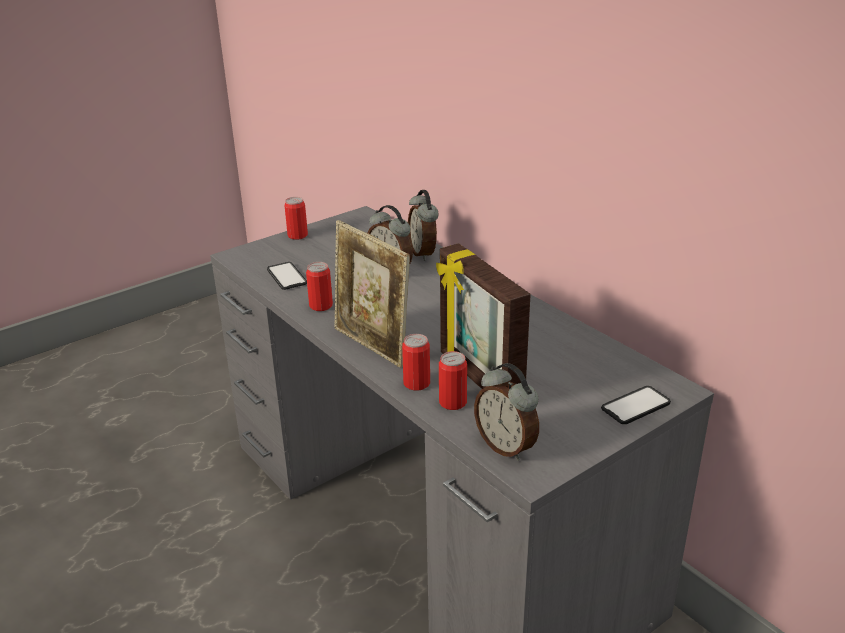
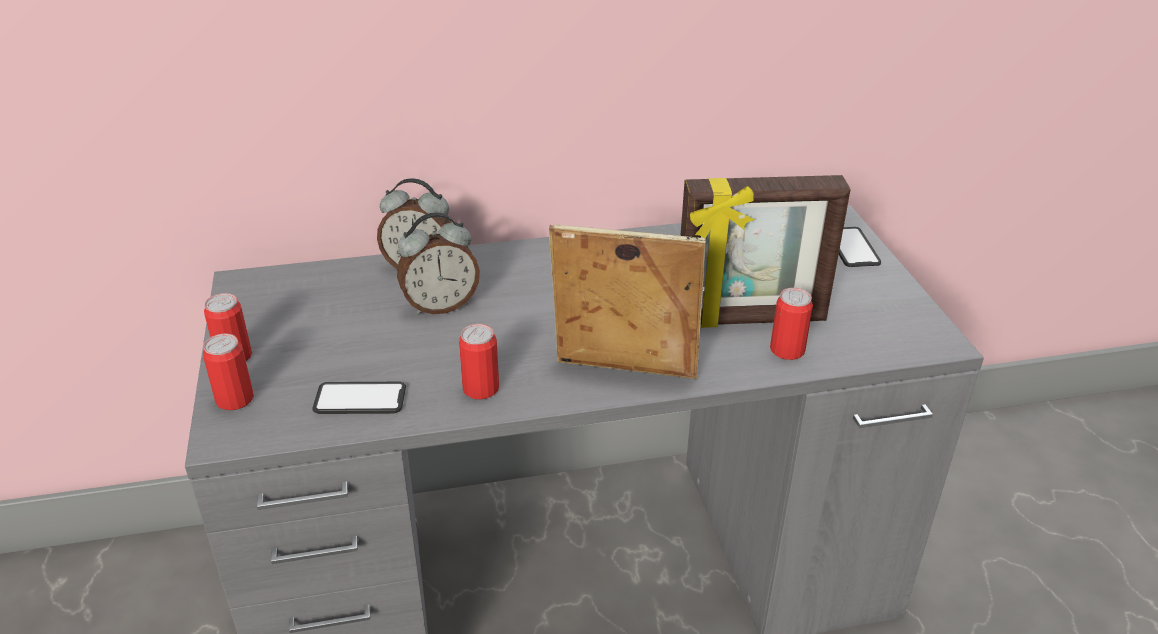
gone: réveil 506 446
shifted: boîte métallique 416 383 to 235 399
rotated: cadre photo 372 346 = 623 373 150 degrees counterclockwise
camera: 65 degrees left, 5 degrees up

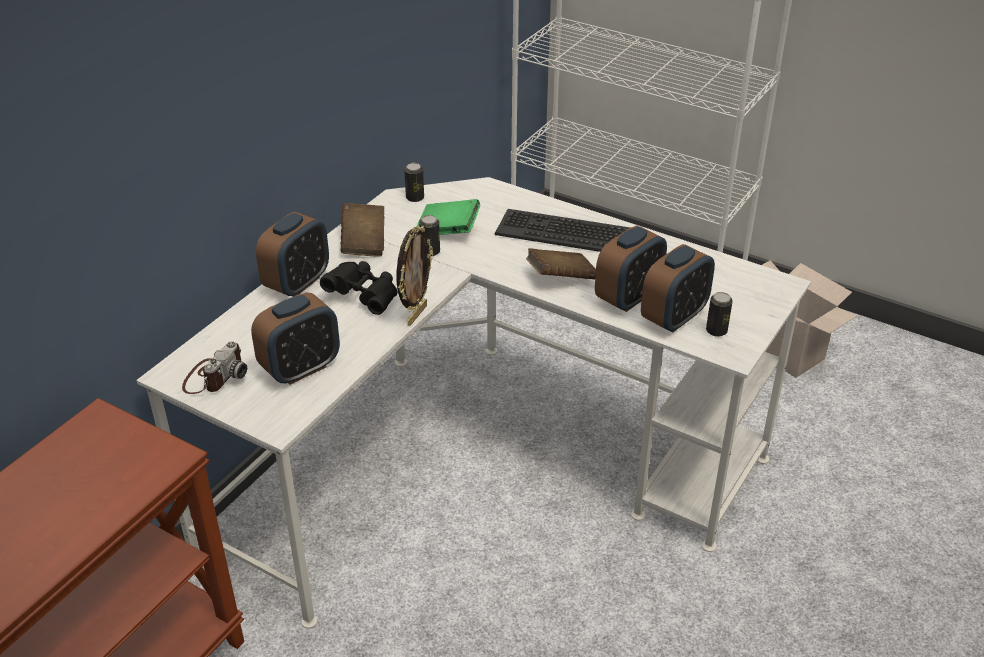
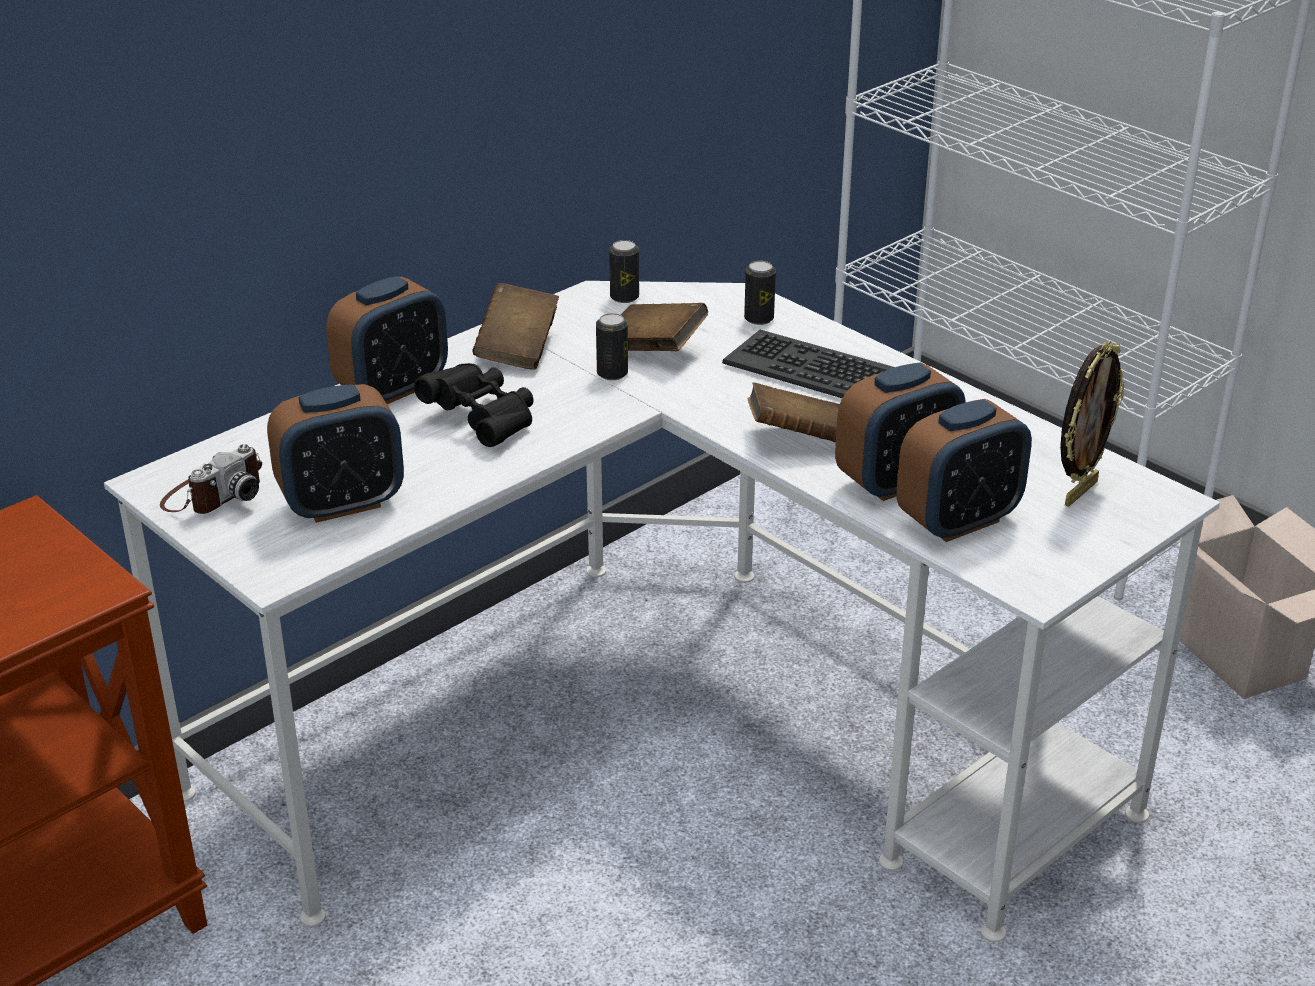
shifted: cadre photo 416 314 to 1079 492; boîte métallique 716 331 to 759 319
repainted: livre (vert) 448 231 to livre (marron) 654 349
camera: 15 degrees right, 5 degrees down

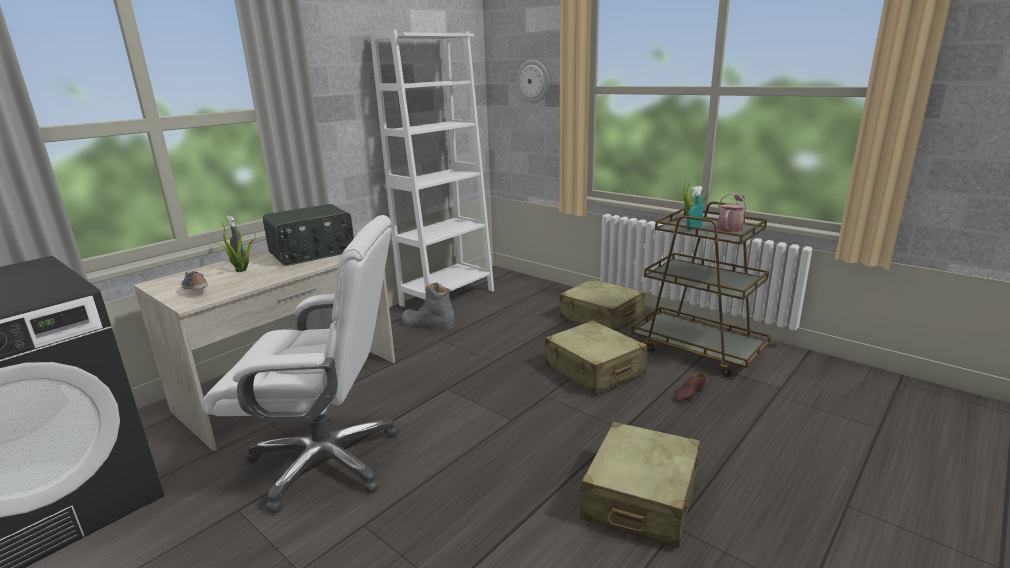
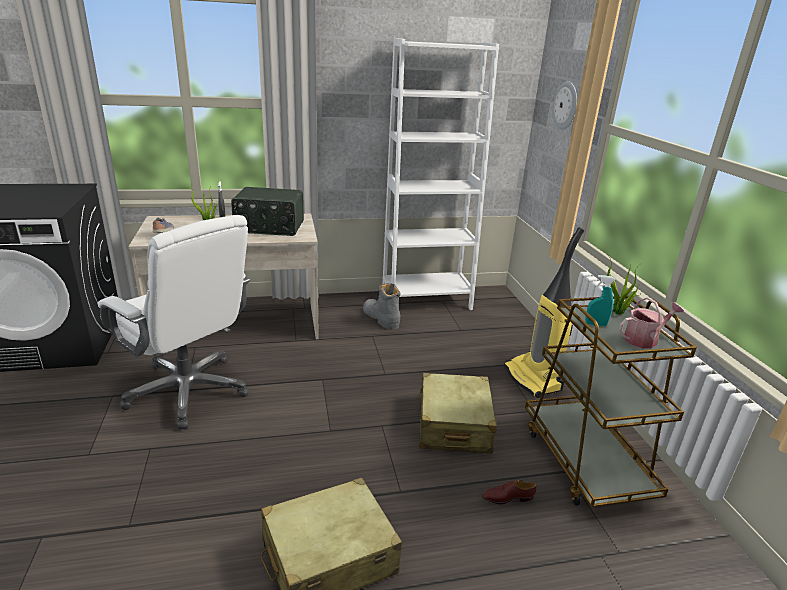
swapped: valise (beige) 601 317 to aspirateur 533 379
camera: 35 degrees right, 5 degrees up

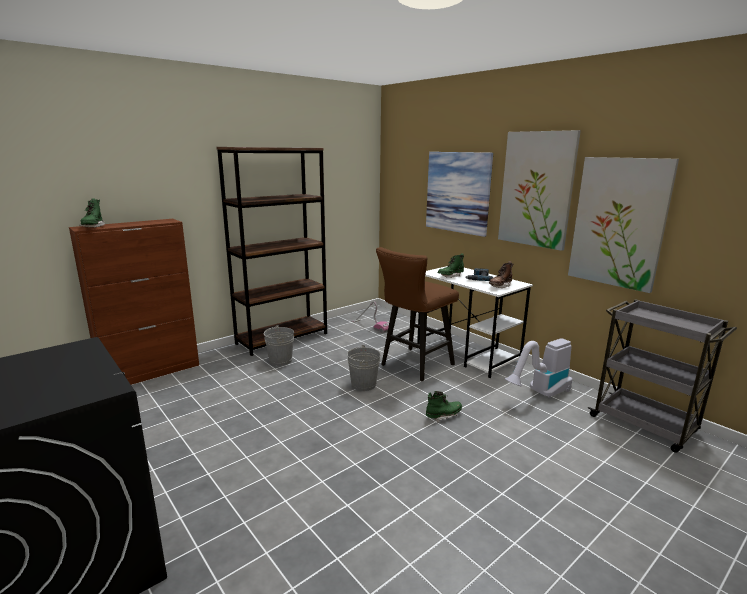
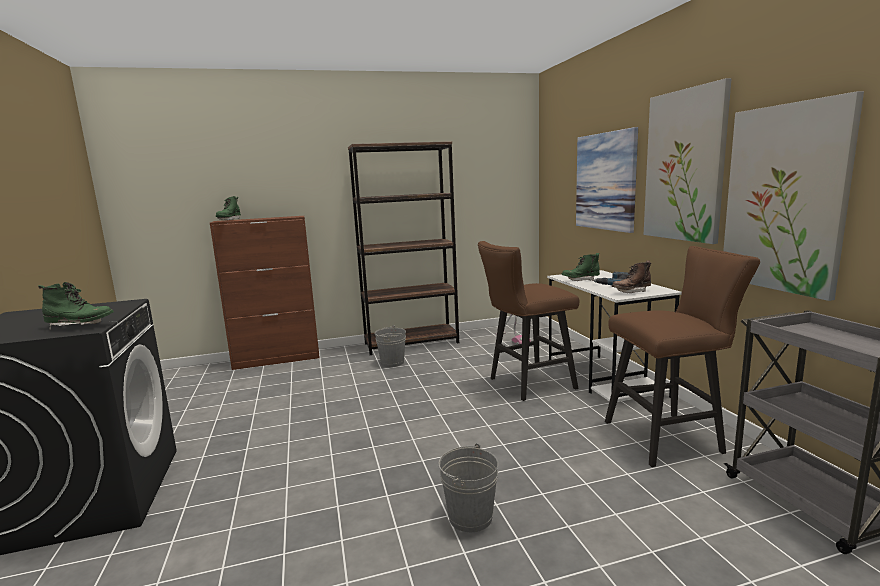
shifted: seau (gris) 363 384 to 470 516; botte (vert) 443 416 to 80 326
swapped: aspirateur 540 393 to tabouret (marron) 669 437
camera: 25 degrees right, 5 degrees down

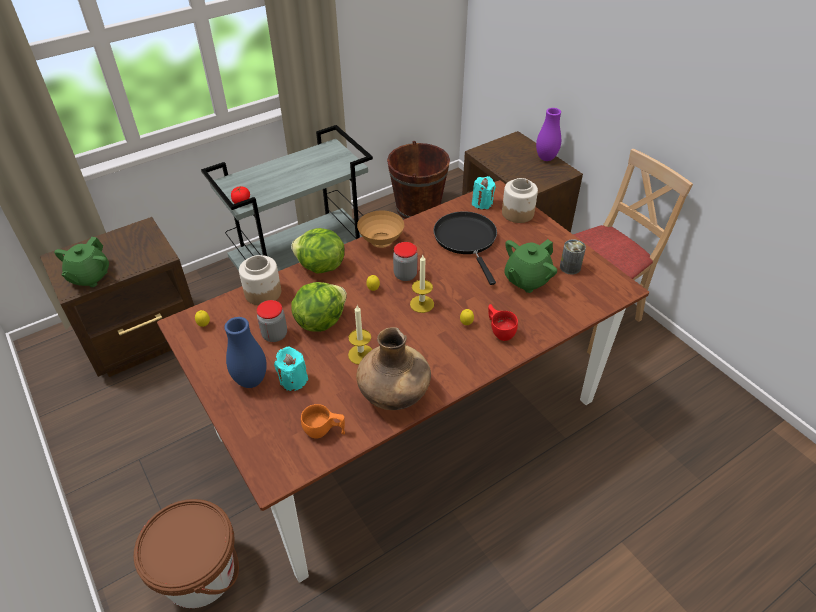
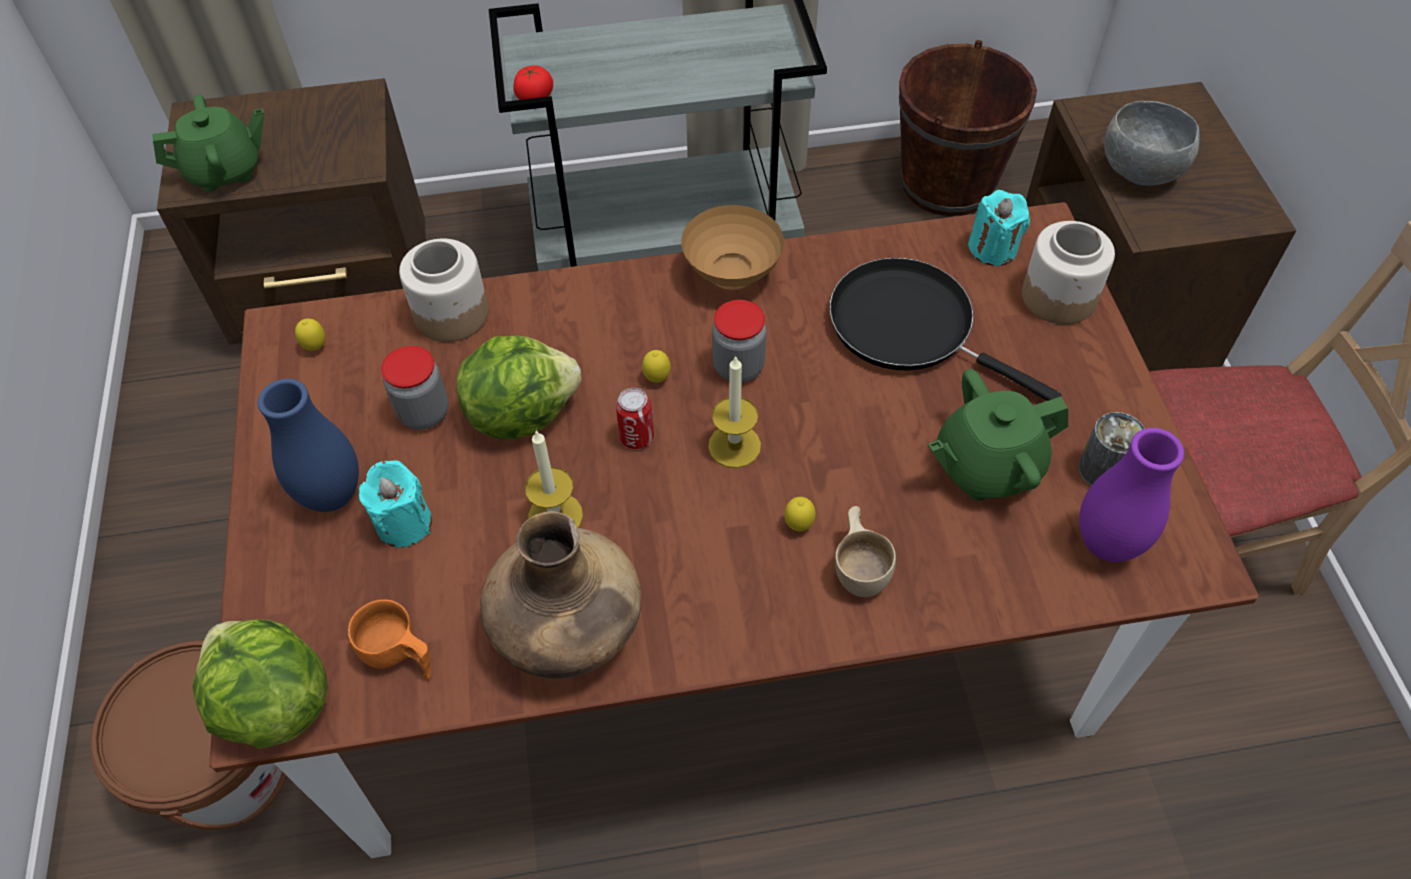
new: boîte métallique 636 437; bol (gris) 1140 173
shifted: laitue 320 267 to 274 704; vase (violet) 546 158 to 1107 544
repainted: tasse (rouge) 500 330 to tasse (beige) 860 567
rotated: théière (vert) 89 277 = 225 171 150 degrees counterclockwise; poêle (noir) 466 240 = 910 327 60 degrees counterclockwise
camera: 25 degrees right, 10 degrees up

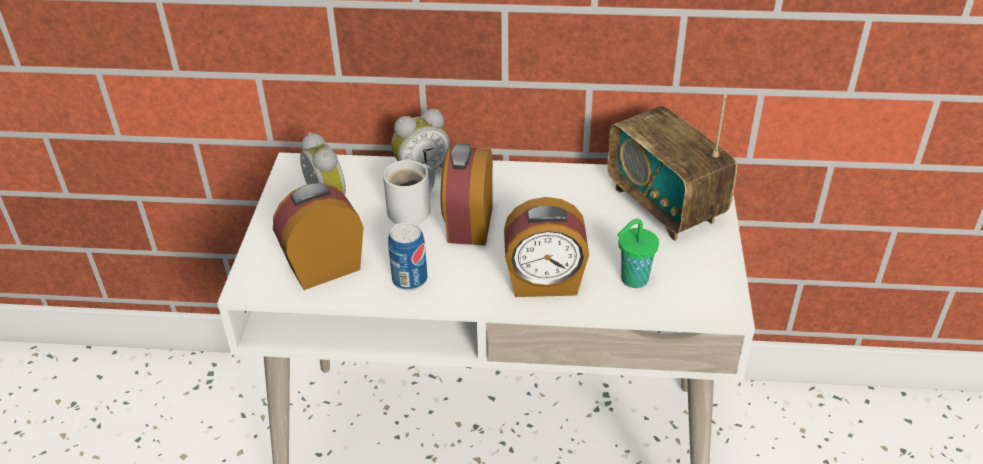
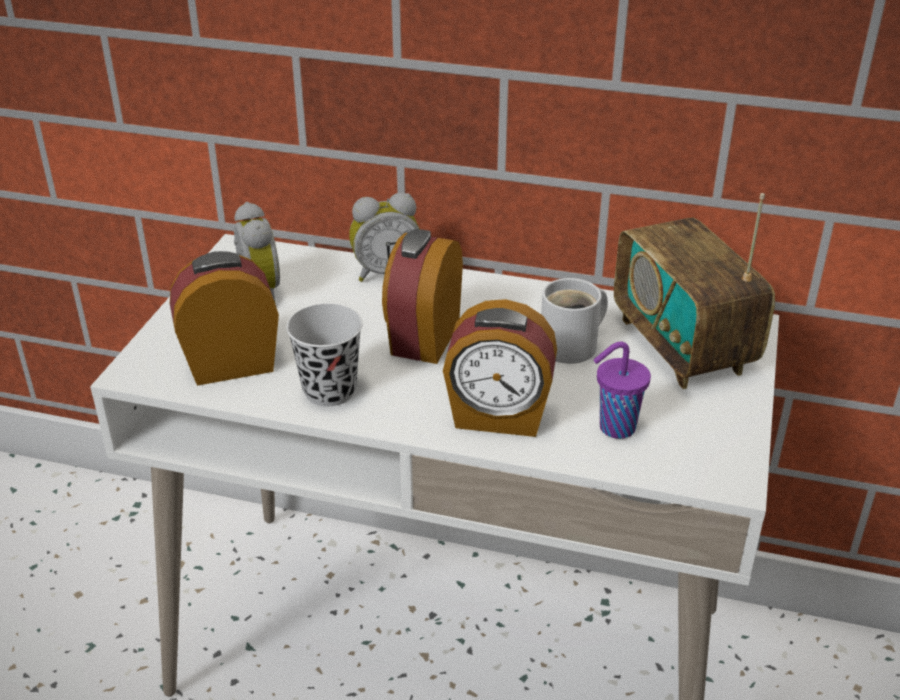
shifted: mug (blanc) 413 210 to 573 345
swapped: boîte métallique 409 280 to tasse (noir) 329 391
repainted: tasse (vert) 632 280 to tasse (violet) 614 428
camera: 10 degrees right, 5 degrees down

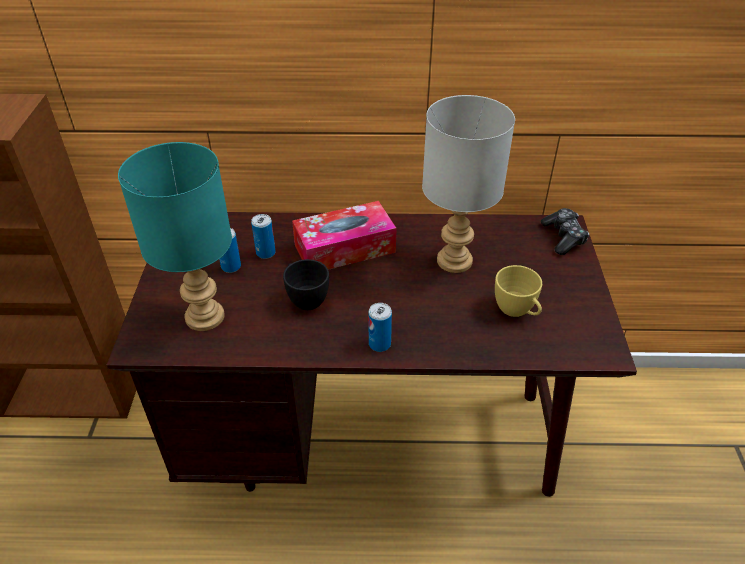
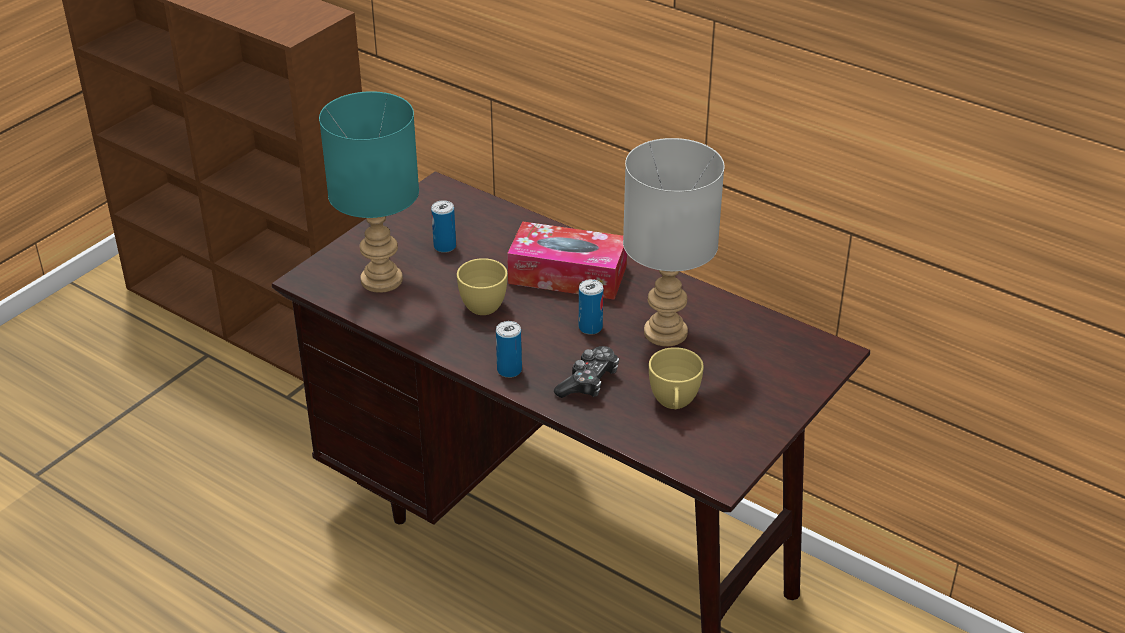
shifted: boîte métallique 265 253 to 590 327; manette 563 237 to 588 382
repainted: tasse (noir) 305 298 to tasse (jaune) 483 303
camera: 35 degrees right, 5 degrees down

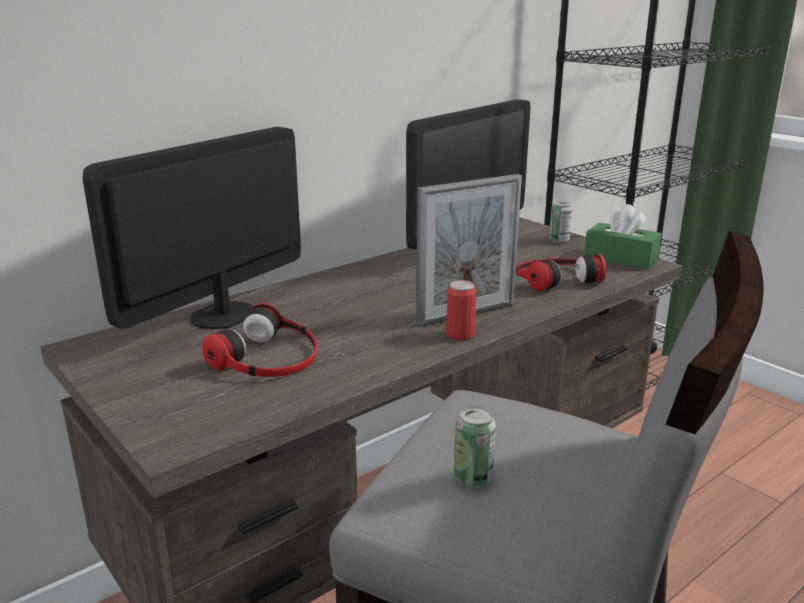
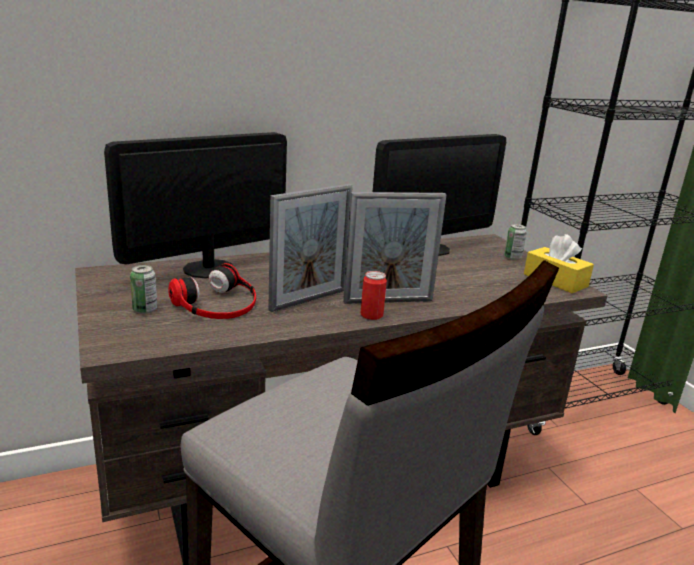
gone: casque audio 555 278
new: cadre photo 308 300
shifted: boîte métallique 473 478 to 145 310
repainted: boîte à mouchoirs (vert) 620 258 to boîte à mouchoirs (jaune) 555 280
camera: 15 degrees right, 0 degrees up

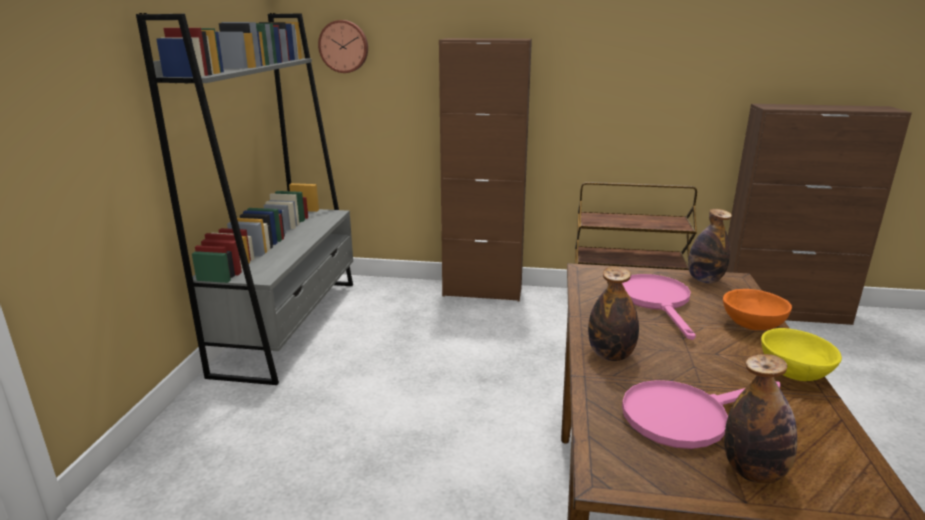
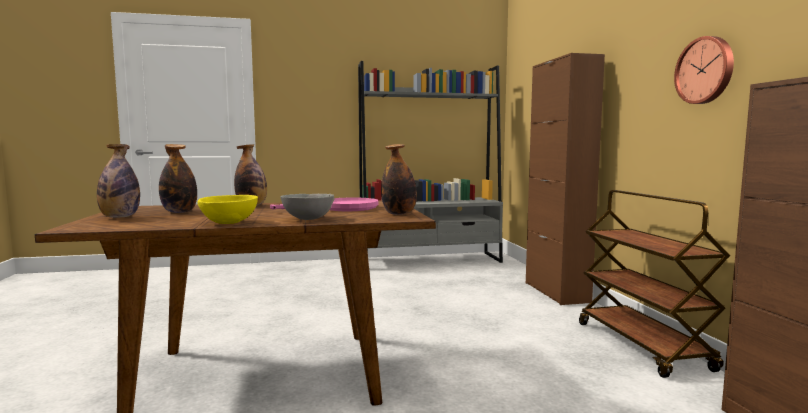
shifted: horloge murale 344 46 to 705 70
swapped: poêle (rose) 685 416 to bouteille 179 212
repainted: bol (orange) 751 326 to bol (gris) 307 219
camera: 70 degrees right, 15 degrees down

